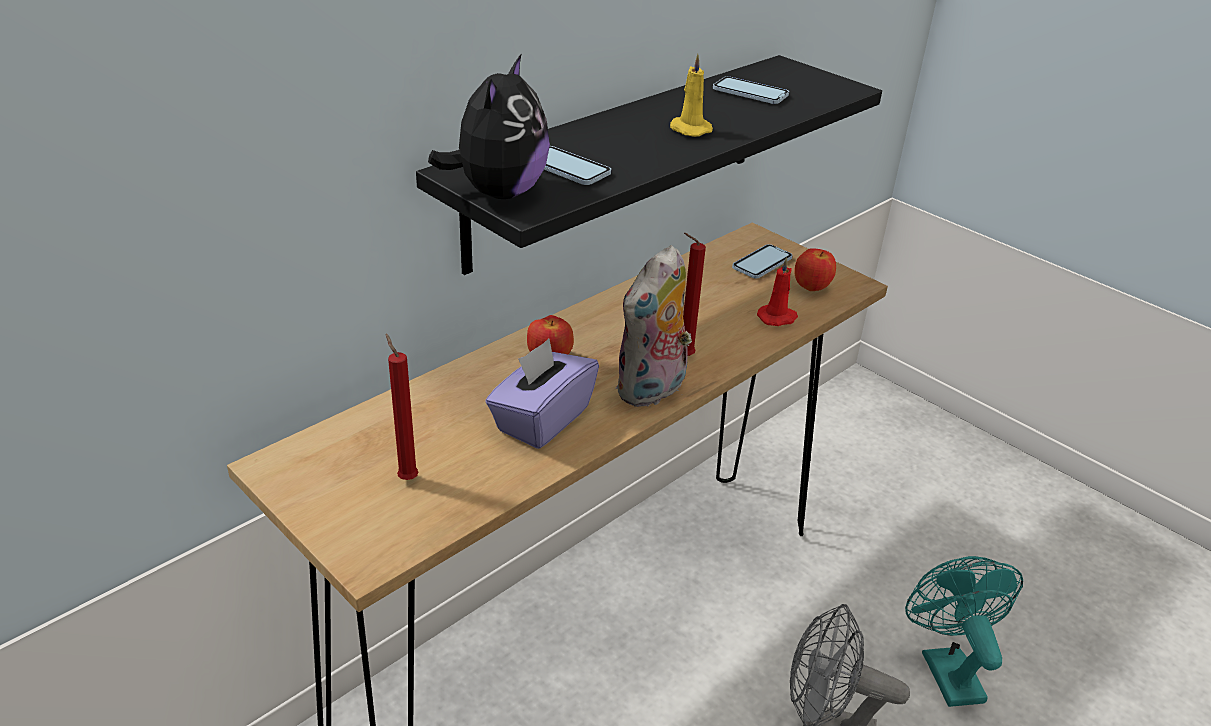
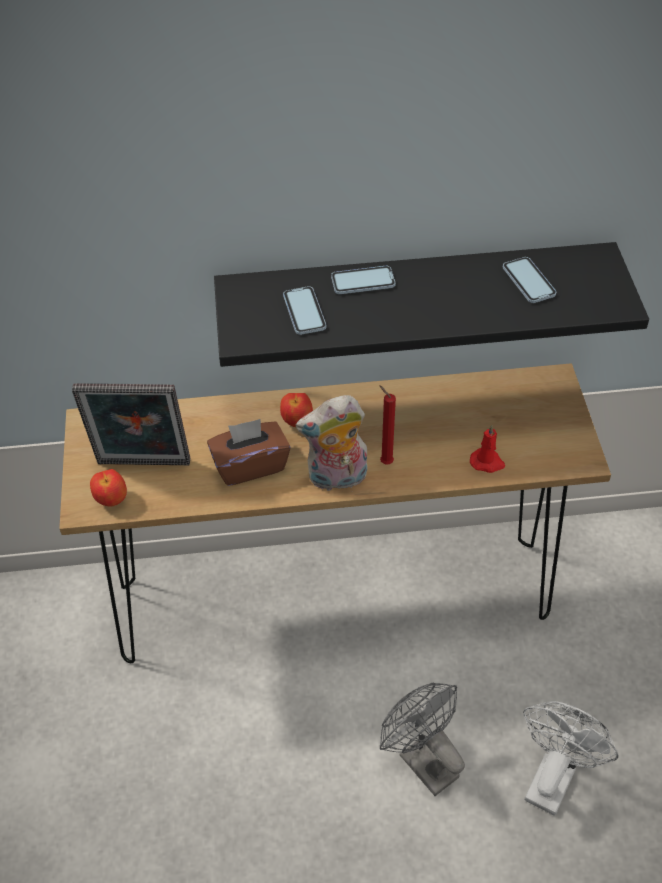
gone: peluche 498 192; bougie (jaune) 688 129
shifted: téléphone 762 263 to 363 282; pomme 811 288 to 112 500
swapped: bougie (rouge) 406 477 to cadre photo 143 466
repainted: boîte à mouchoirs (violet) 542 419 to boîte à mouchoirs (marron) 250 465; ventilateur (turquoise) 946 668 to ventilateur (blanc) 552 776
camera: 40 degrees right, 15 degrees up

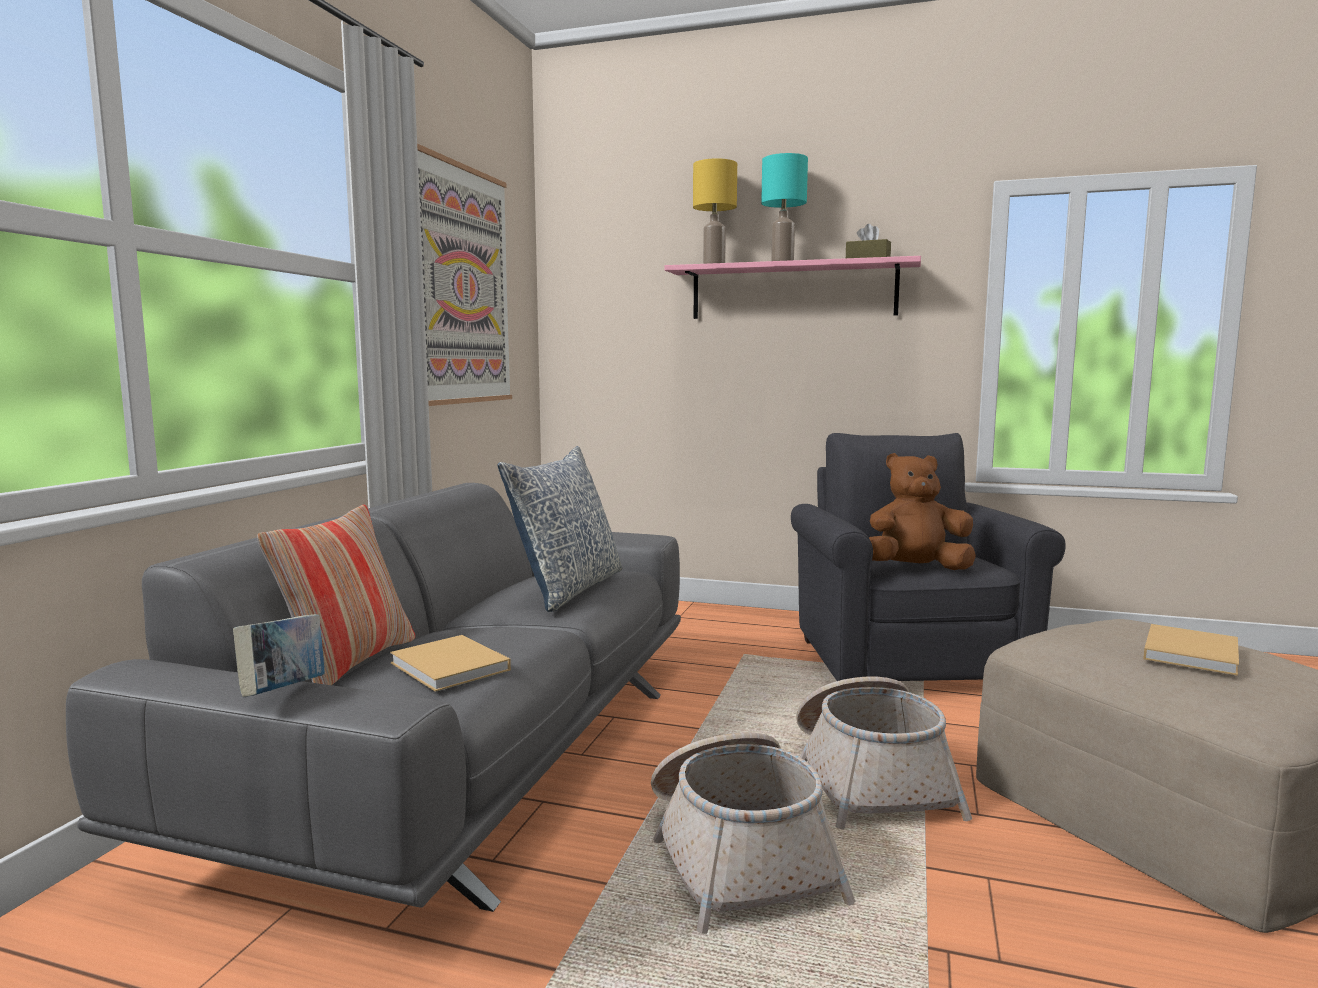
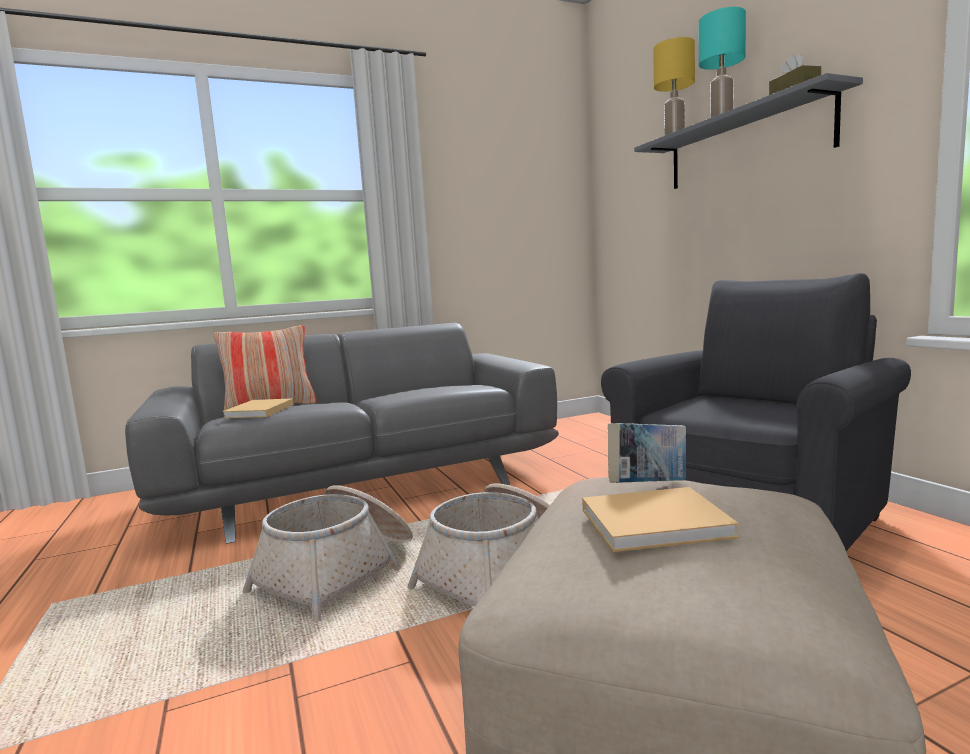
gone: tableau 463 286; coussin 568 589; peluche (marron) 915 569
shifted: livre 284 692 to 648 487
repainted: étagère (rose) 792 291 to étagère (gris) 744 145
camera: 50 degrees right, 0 degrees up

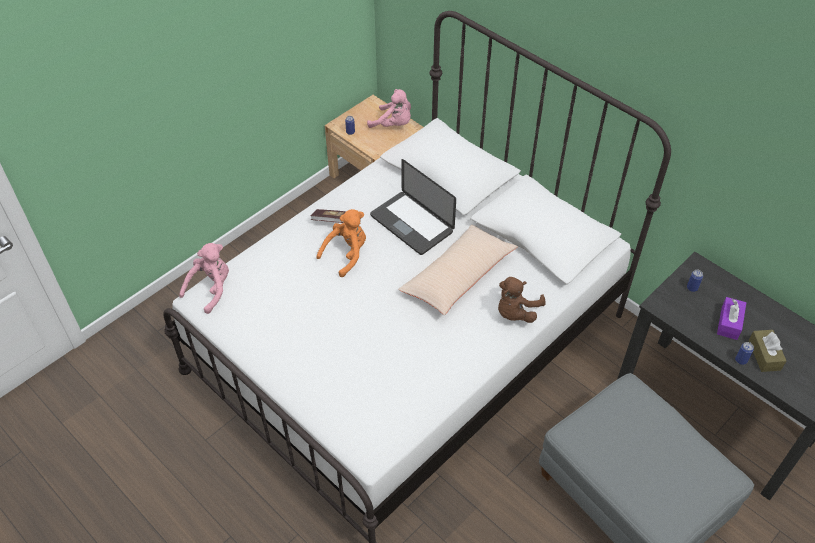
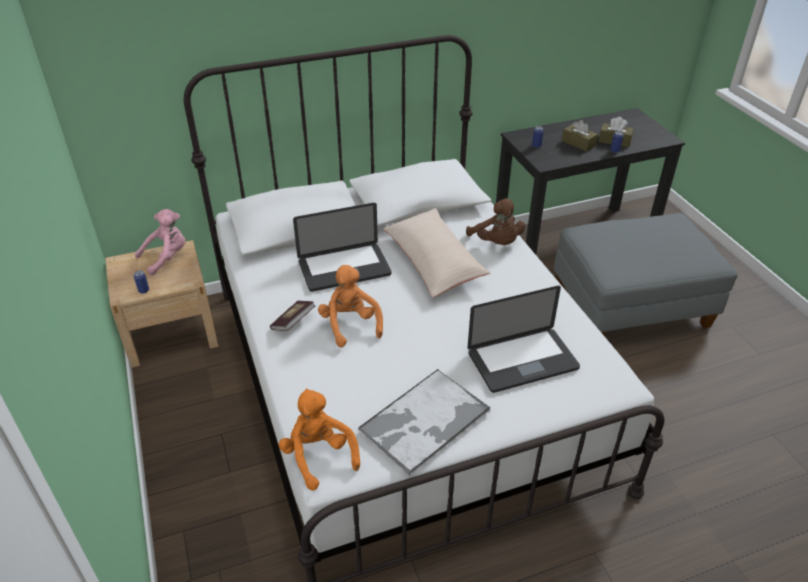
new: plateau 424 421; ordinateur portable 522 361
repainted: peluche (rose) 211 289 to peluche (orange) 319 456; boîte à mouchoirs (violet) 729 323 to boîte à mouchoirs (marron) 578 143
camera: 65 degrees left, 10 degrees down

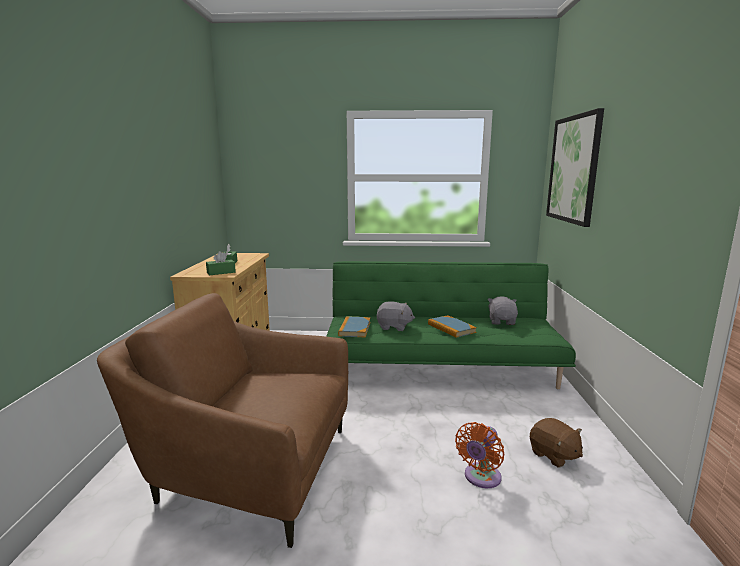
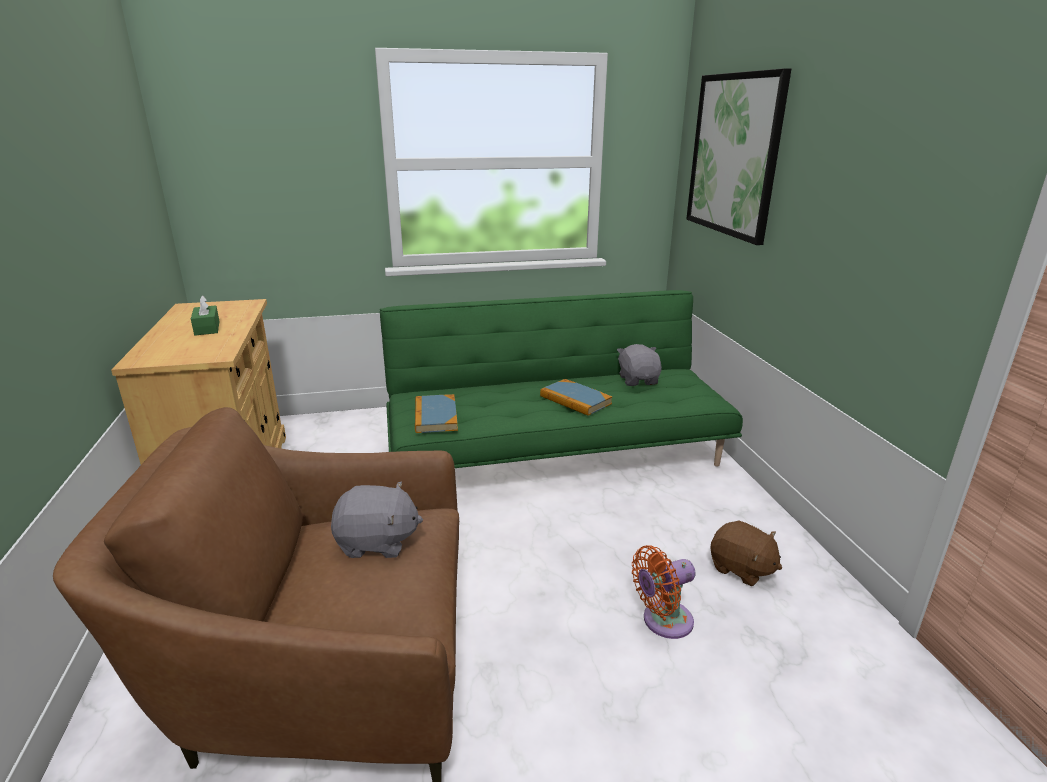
gone: boîte à mouchoirs (vert) 221 272
shifted: peluche (gris) 394 327 to 377 542
rotated: ventilateur (orange) 480 478 = 663 621 45 degrees clockwise
camera: 15 degrees left, 10 degrees up

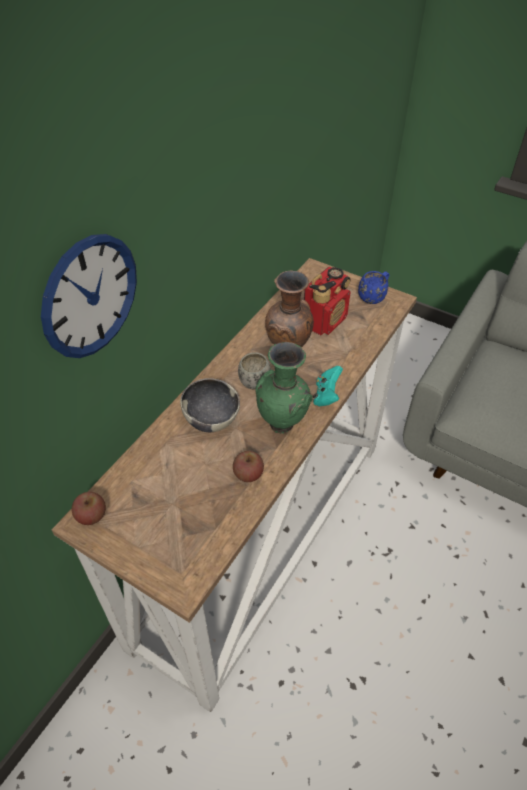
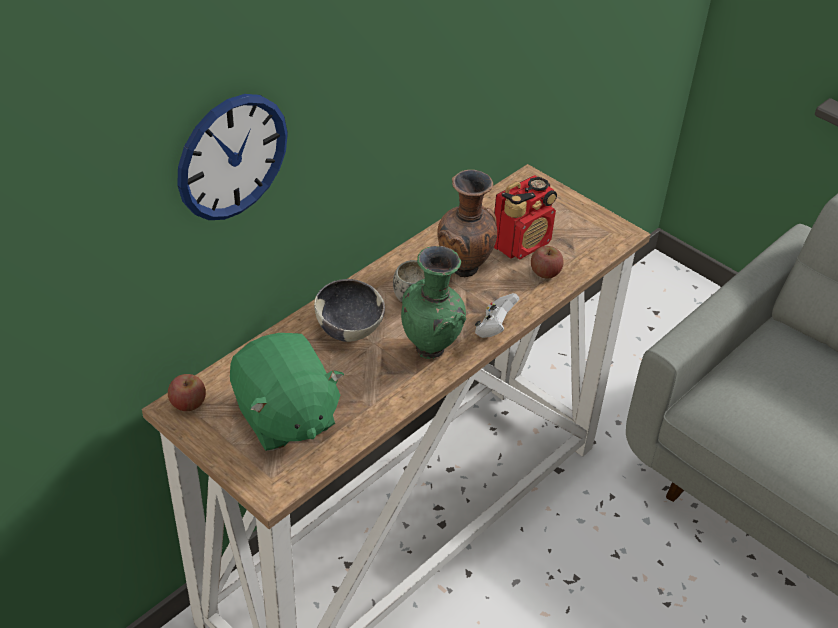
gone: mug (bleu) 373 297
new: peluche (vert) 284 417
shifted: pomme 248 474 to 545 272
repainted: manette (turquoise) 326 396 to manette (blanc) 494 328
camera: 10 degrees right, 5 degrees down

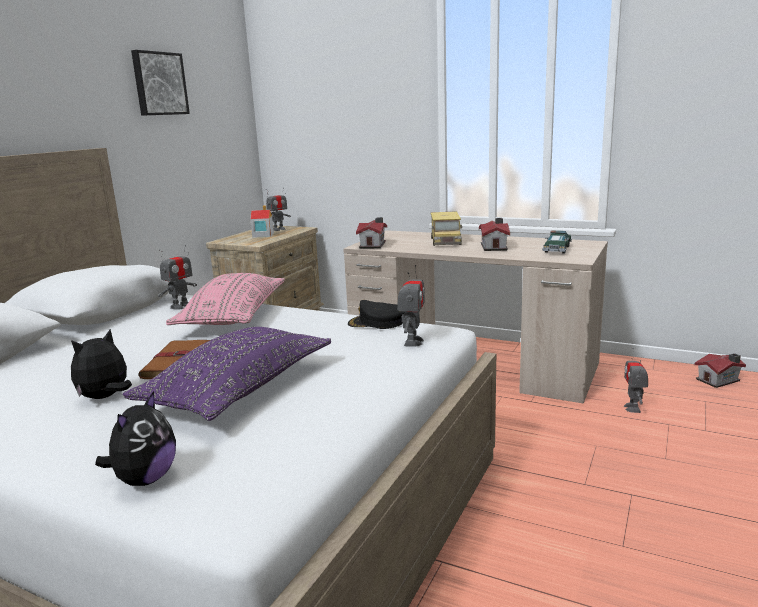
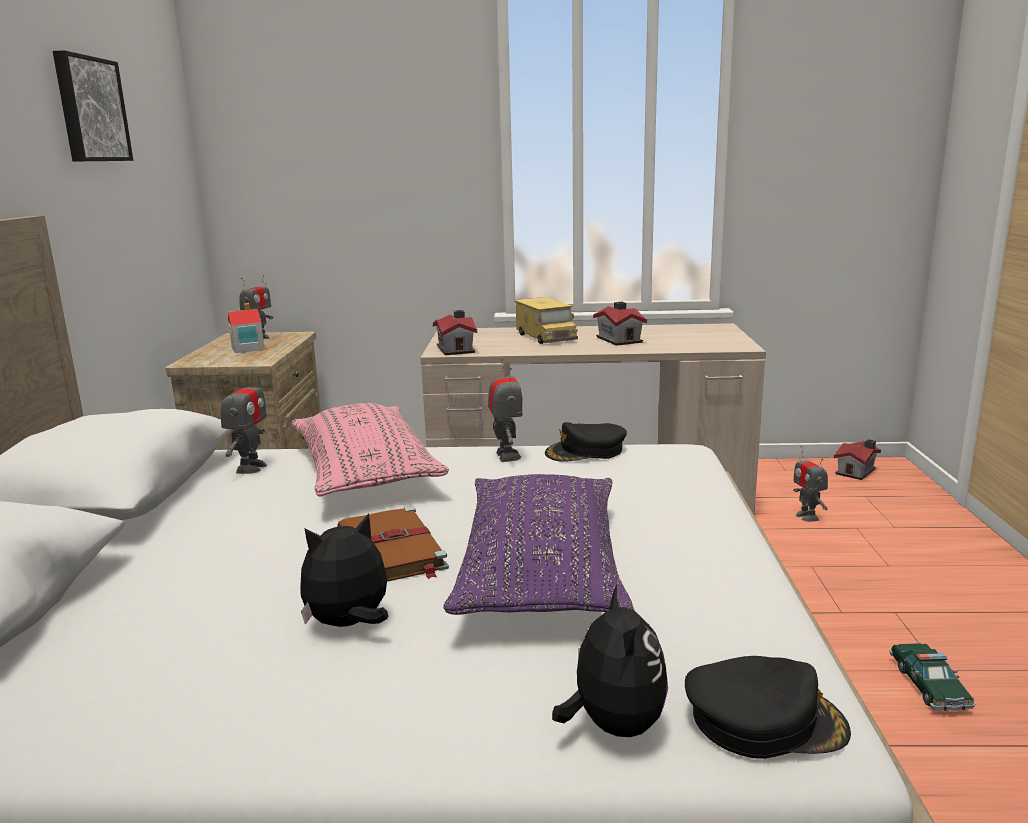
new: casquette (noir) 764 719
shifted: robot jouet 412 342 to 507 456; petite voiture 557 249 to 928 685
rotated: peluche 105 397 = 349 624 45 degrees clockwise
camera: 25 degrees left, 0 degrees up

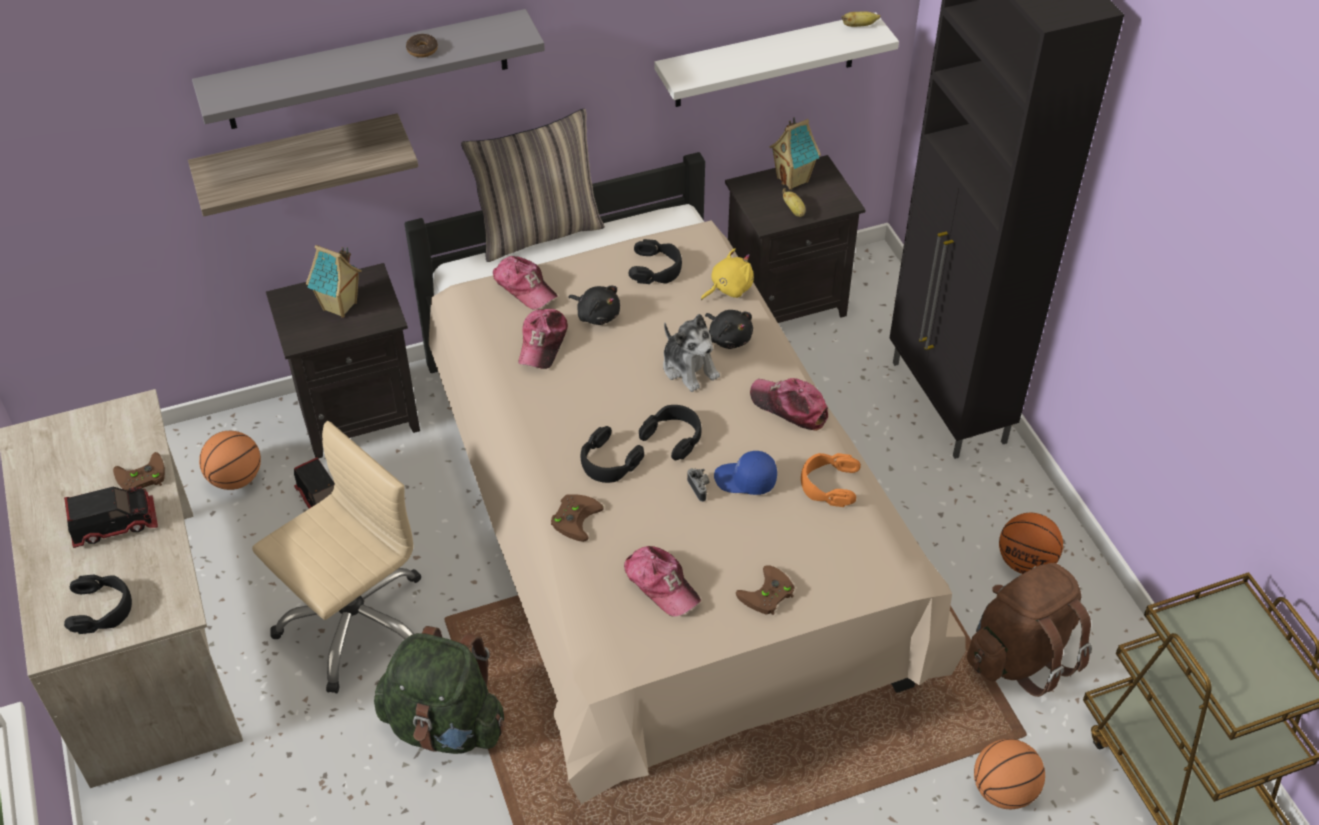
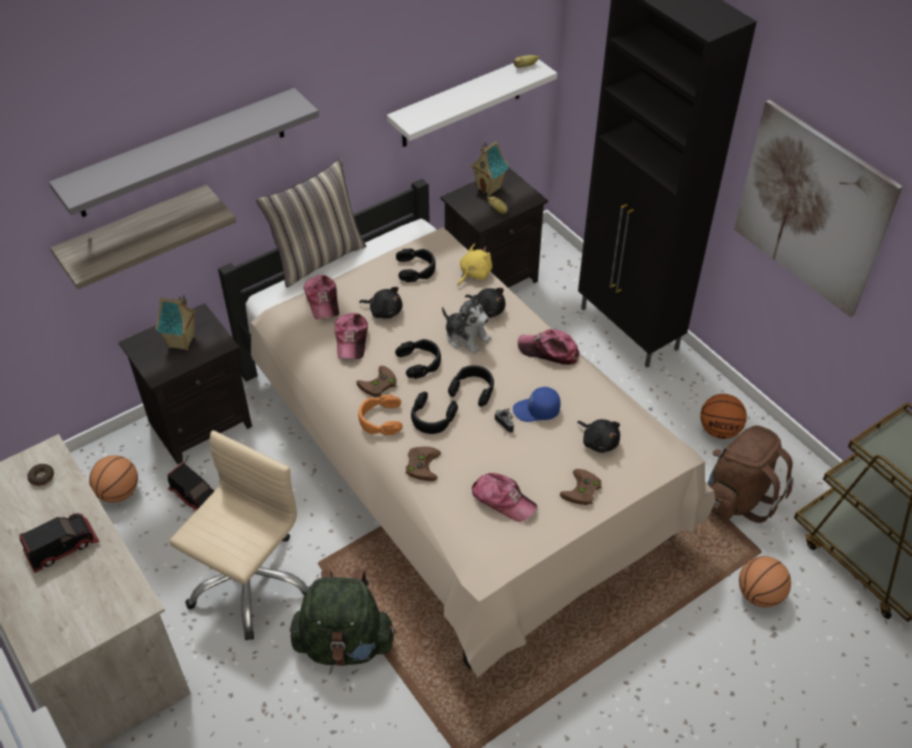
new: peluche (noir) 599 441; tableau 812 209
shifted: casque audio (noir) 101 608 to 420 362; manette (marron) 140 478 to 378 385; beignet 422 50 to 42 477; casque audio (orange) 828 484 to 380 419
rotated: casquette 524 287 = 323 301 45 degrees clockwise
camera: 15 degrees left, 0 degrees up

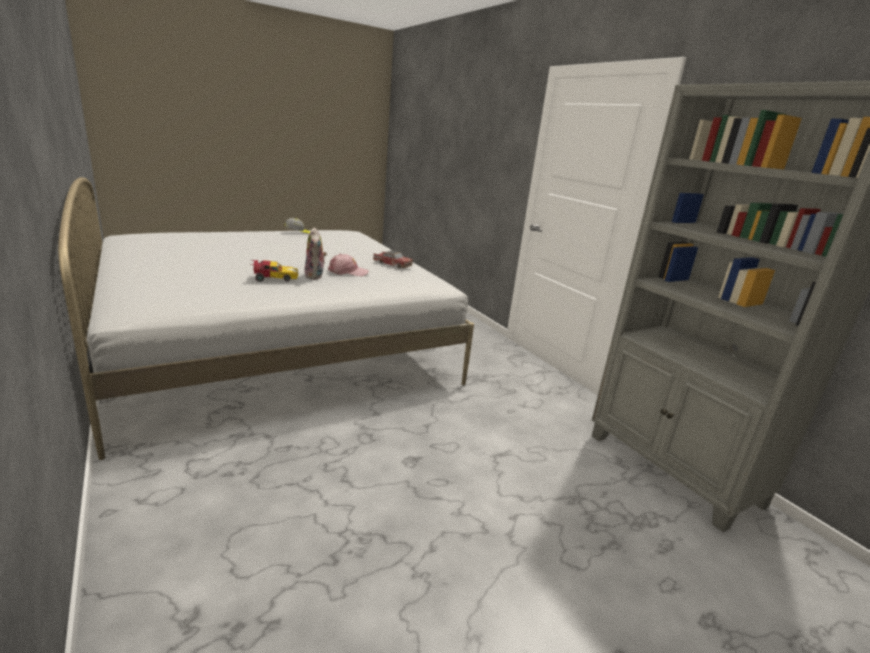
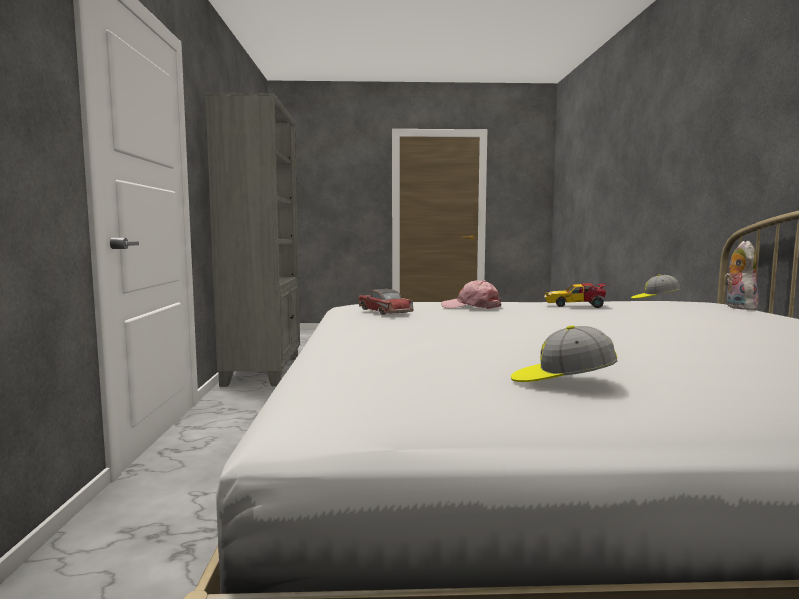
new: casquette 654 299
shifted: peluche 315 276 to 738 307
camera: 150 degrees left, 15 degrees down

